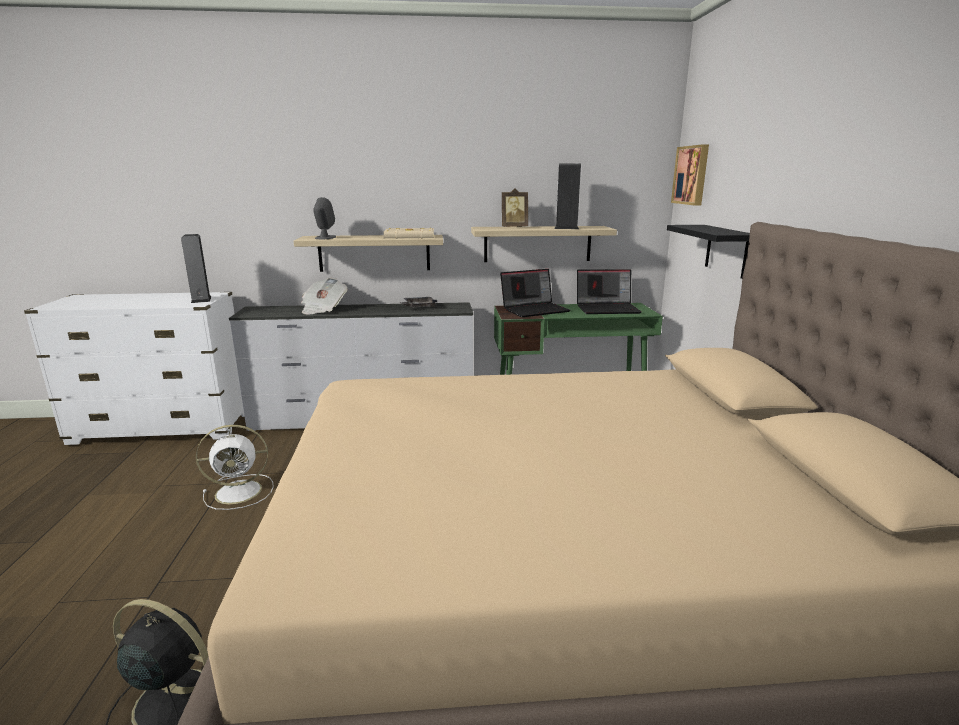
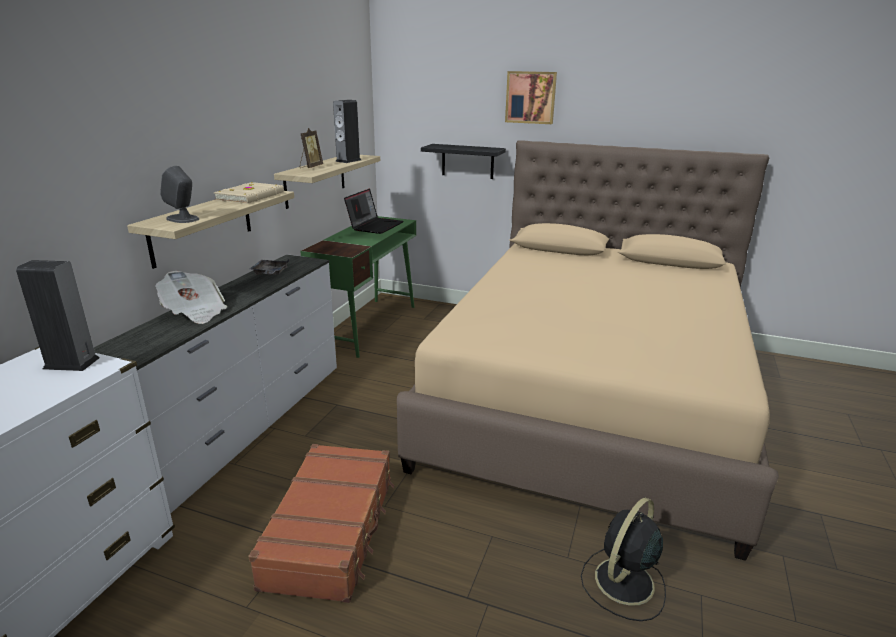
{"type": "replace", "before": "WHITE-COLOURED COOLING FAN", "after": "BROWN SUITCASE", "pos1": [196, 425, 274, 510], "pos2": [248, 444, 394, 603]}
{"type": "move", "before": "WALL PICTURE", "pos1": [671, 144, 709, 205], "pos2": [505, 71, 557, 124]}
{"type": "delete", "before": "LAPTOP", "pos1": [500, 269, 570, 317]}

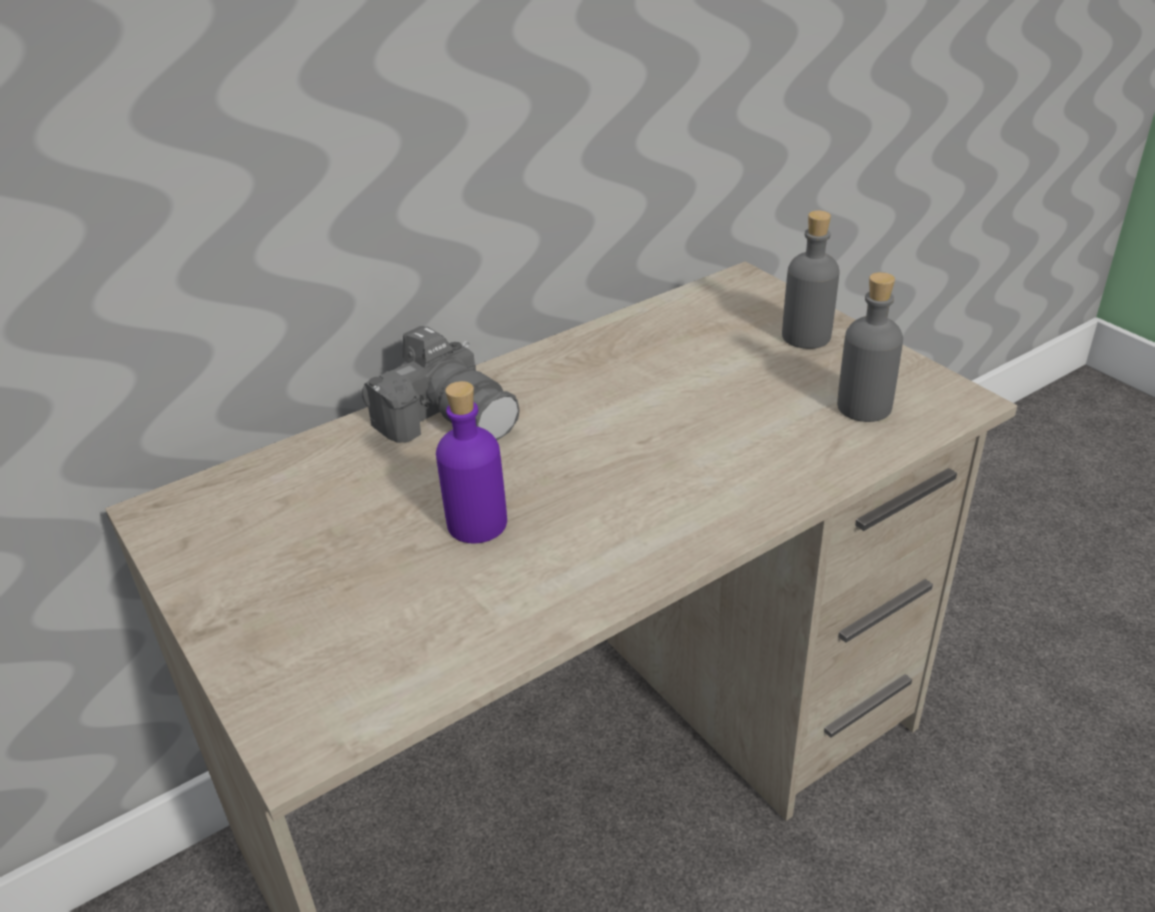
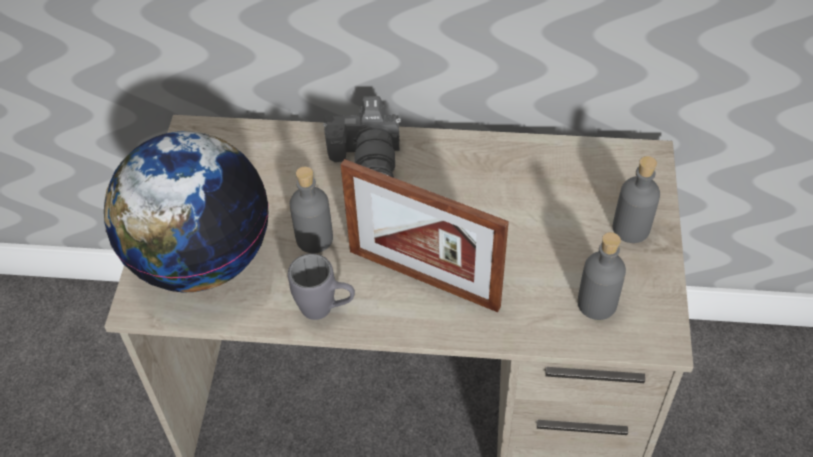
{"type": "insert", "after": "WORLD GLOBE", "pos2": [104, 131, 269, 293]}
{"type": "insert", "after": "GREY COFFEE MUG", "pos2": [288, 254, 355, 320]}
{"type": "recolor", "before": "PURPLISH BEVERAGE BOTTLE", "after": "GREY BEVERAGE BOTTLE", "pos1": [436, 381, 507, 543], "pos2": [290, 166, 333, 253]}
{"type": "insert", "after": "PHOTO FRAME", "pos2": [341, 159, 509, 312]}

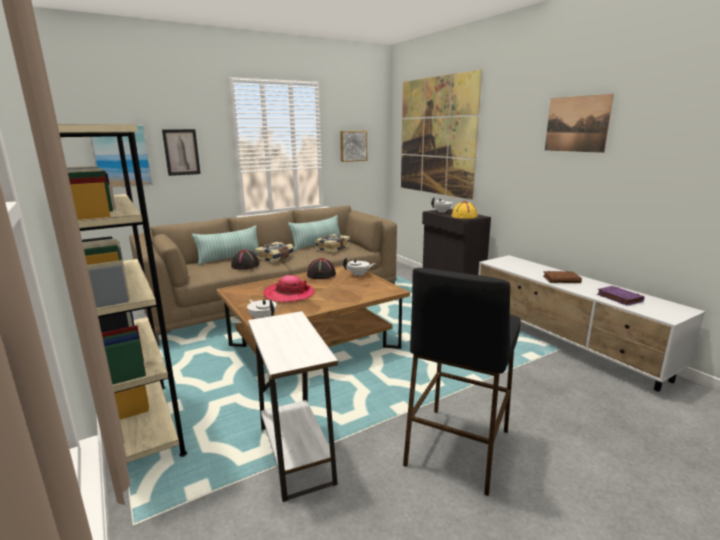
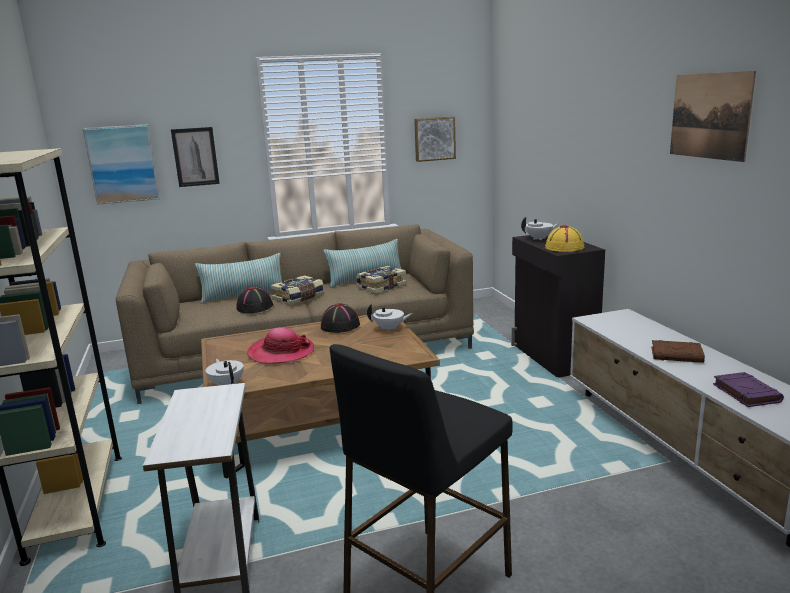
{"type": "delete", "before": "WALL PICTURE", "pos1": [401, 69, 482, 200]}

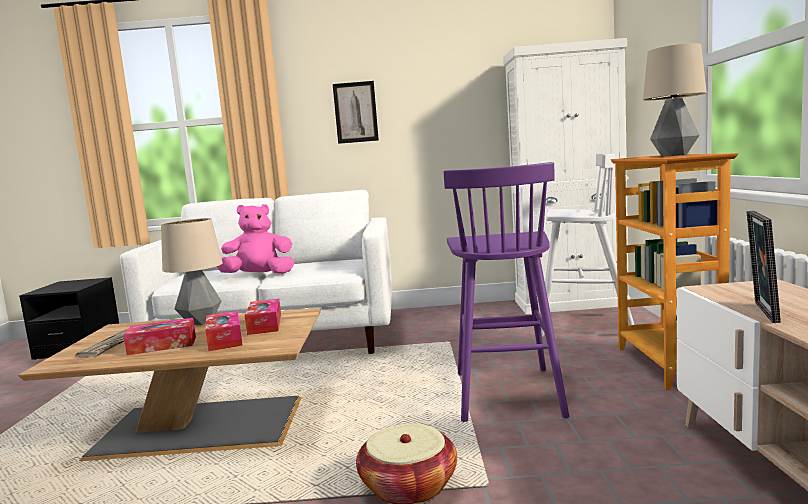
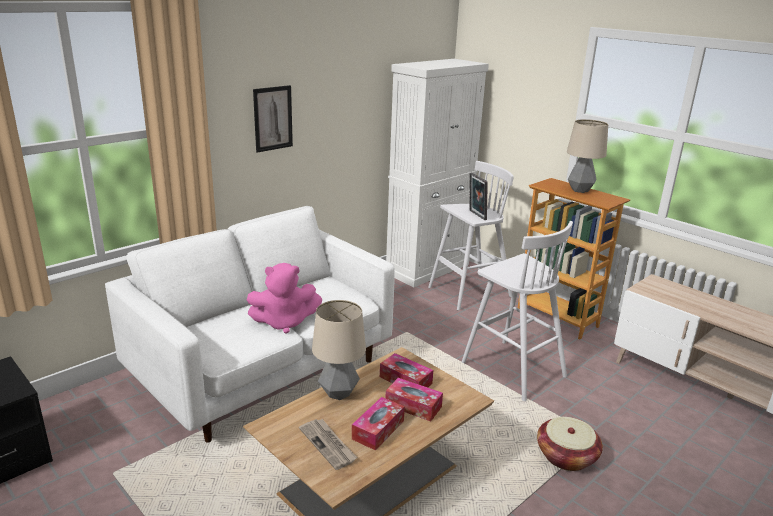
{"type": "rotate", "before": "PINKISH PLUSH TOY", "pos1": [216, 204, 294, 274], "pos2": [247, 263, 322, 334], "turn": -135}
{"type": "recolor", "before": "PURPLISH SITTING STOOL", "after": "WHITE-COLOURED SITTING STOOL", "pos1": [444, 162, 569, 422], "pos2": [462, 221, 573, 401]}
{"type": "move", "before": "PHOTO FRAME", "pos1": [747, 211, 781, 323], "pos2": [469, 173, 488, 220]}

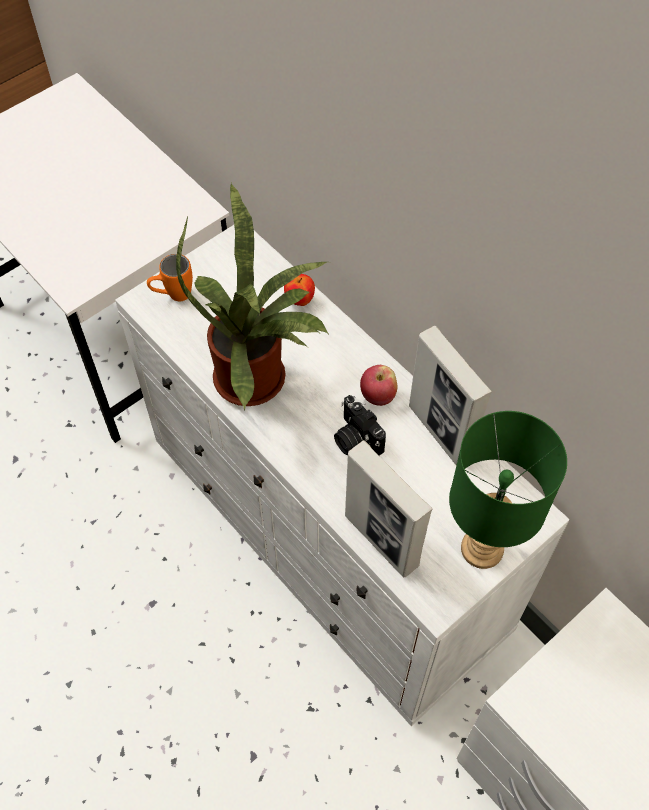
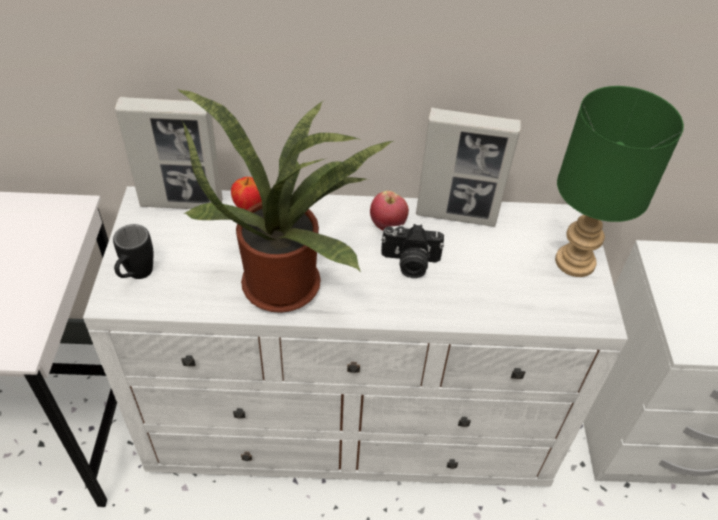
{"type": "recolor", "before": "ORANGE-COLOURED COFFEE MUG", "after": "BLACKISH COFFEE MUG", "pos1": [147, 254, 193, 301], "pos2": [113, 224, 154, 279]}
{"type": "move", "before": "PHOTO FRAME", "pos1": [345, 440, 432, 577], "pos2": [115, 97, 223, 209]}

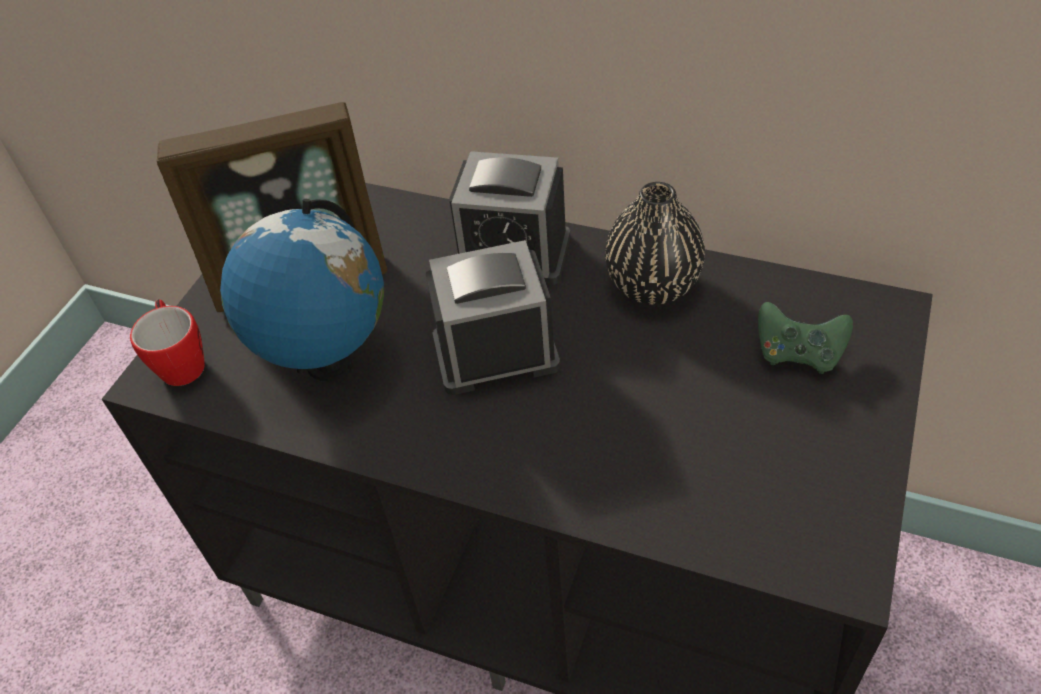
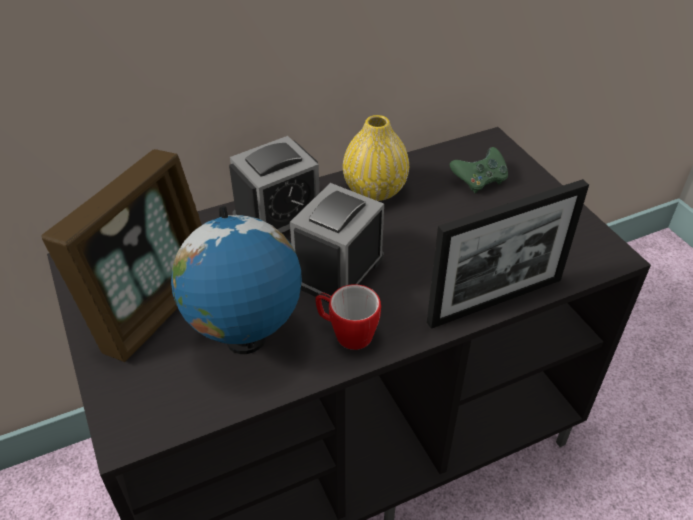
{"type": "move", "before": "COFFEE MUG", "pos1": [130, 299, 205, 386], "pos2": [315, 284, 381, 350]}
{"type": "recolor", "before": "BLACKISH FLOWER VASE", "after": "YELLOWISH FLOWER VASE", "pos1": [605, 182, 705, 305], "pos2": [343, 115, 409, 201]}
{"type": "insert", "after": "PHOTO FRAME", "pos2": [427, 179, 589, 329]}

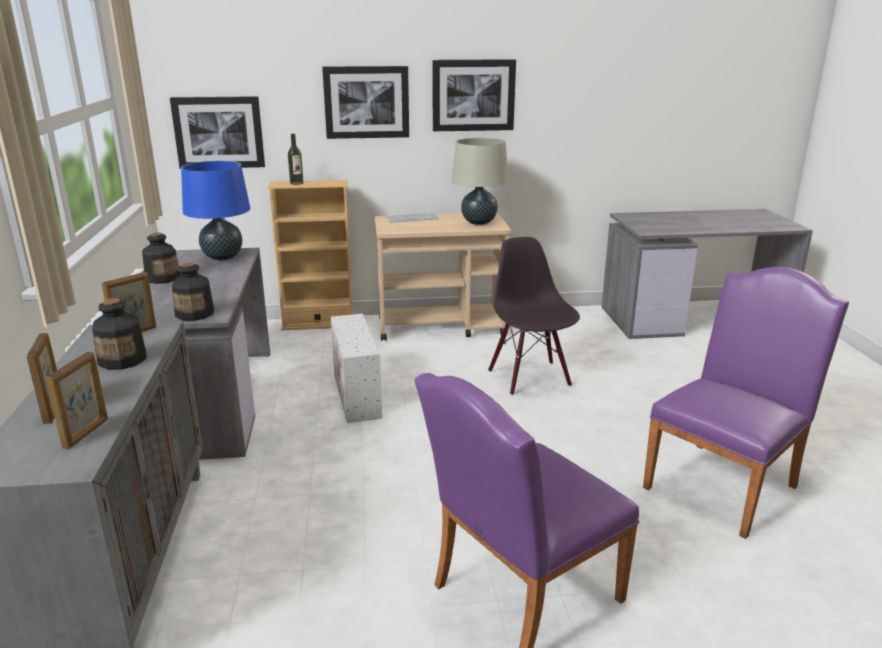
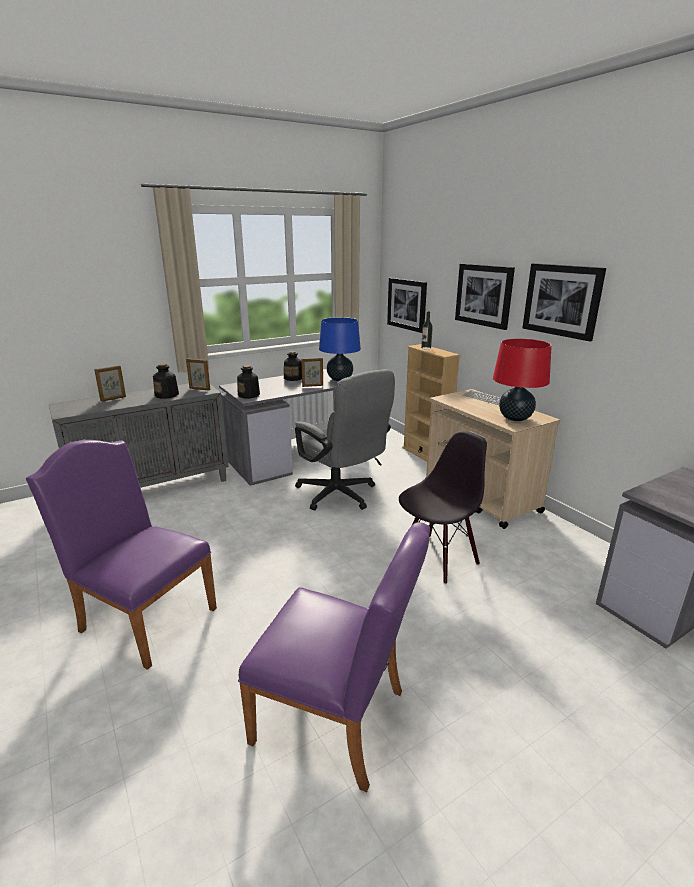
{"type": "replace", "before": "WHITE-COLOURED STORAGE BOX", "after": "GREY DESK CHAIR", "pos1": [331, 314, 382, 423], "pos2": [295, 369, 395, 511]}
{"type": "move", "before": "PHOTO FRAME", "pos1": [46, 352, 108, 449], "pos2": [301, 358, 323, 387]}
{"type": "recolor", "before": "BEIGE-COLOURED TABLETOP LAMP", "after": "REDDISH TABLETOP LAMP", "pos1": [452, 138, 508, 225], "pos2": [493, 338, 552, 421]}

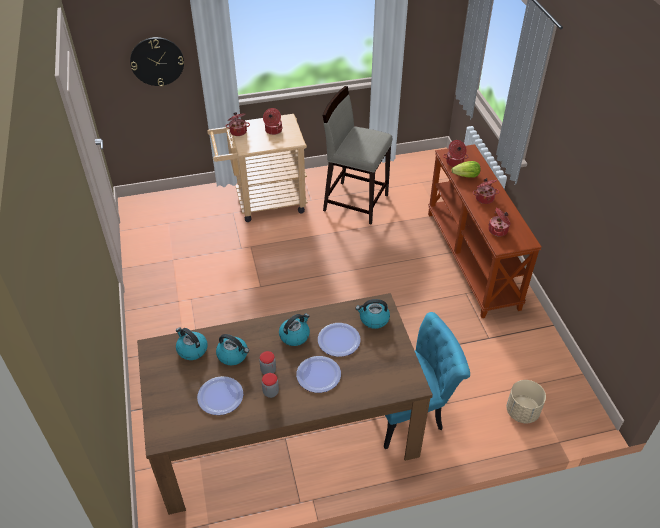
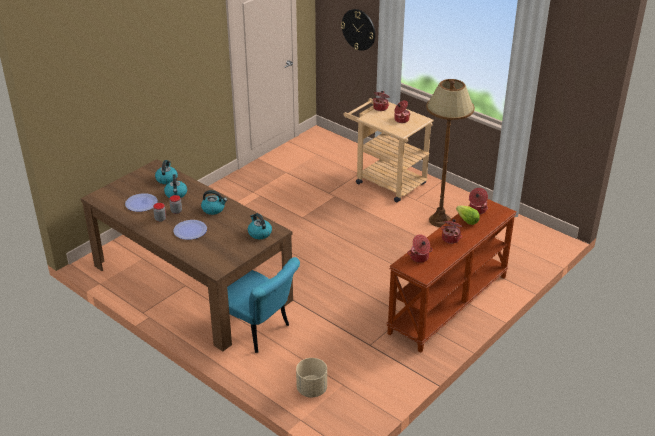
{"type": "replace", "before": "BEIGE-COLOURED SITTING STOOL", "after": "BROWN STANDING LAMP", "pos1": [322, 86, 392, 224], "pos2": [426, 79, 475, 227]}
{"type": "delete", "before": "PLATE", "pos1": [318, 323, 361, 357]}

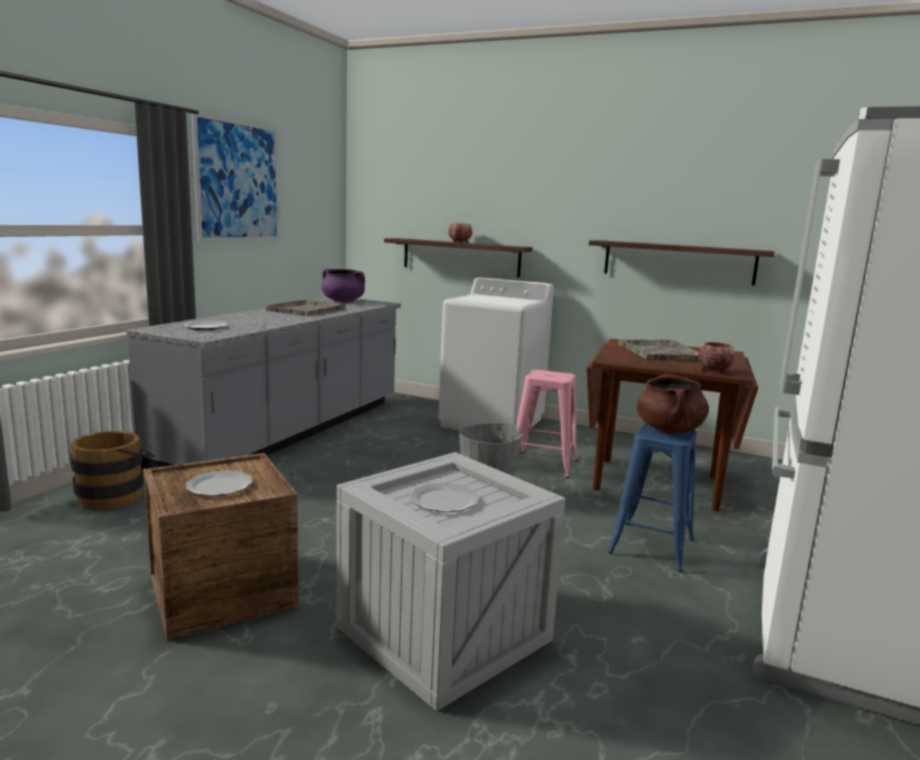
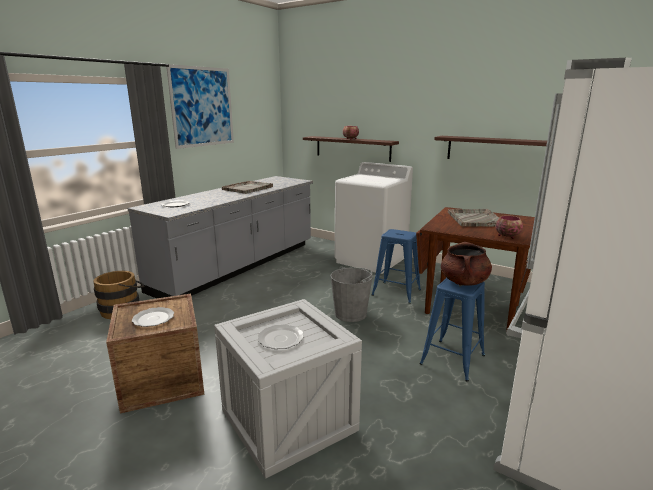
{"type": "recolor", "before": "PINKISH SITTING STOOL", "after": "BLUISH SITTING STOOL", "pos1": [516, 370, 577, 478], "pos2": [372, 229, 421, 304]}
{"type": "delete", "before": "PURPLISH COOKING POT", "pos1": [321, 269, 365, 302]}

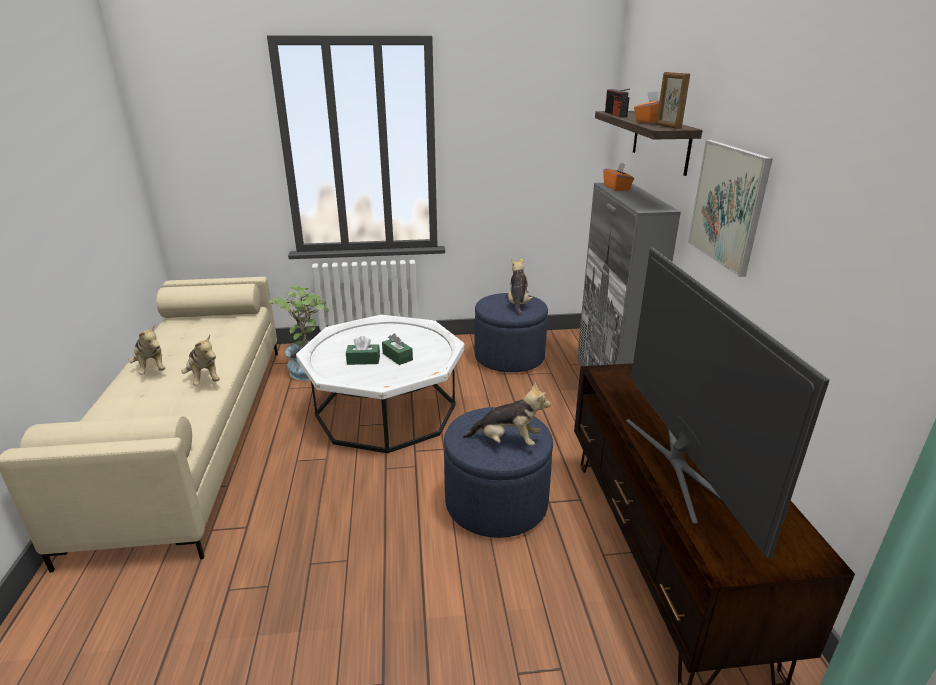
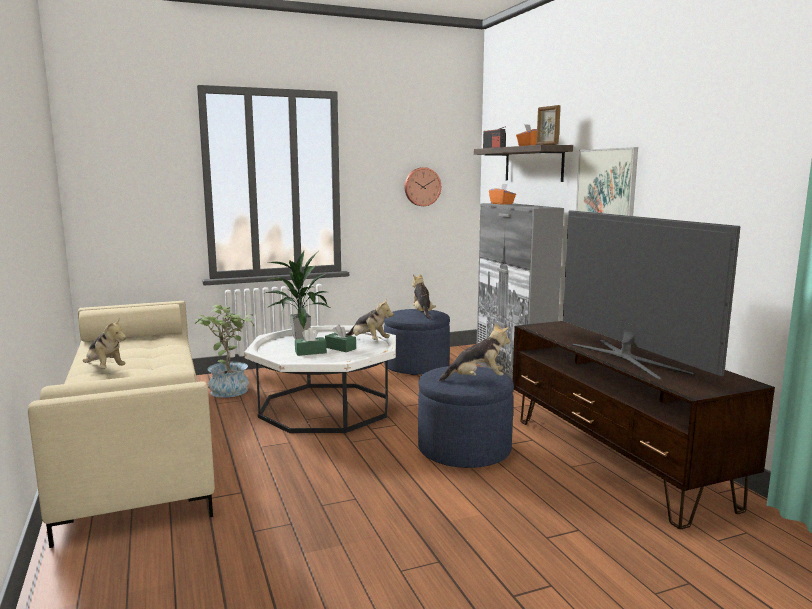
{"type": "insert", "after": "HOUSEPLANT", "pos2": [262, 251, 332, 339]}
{"type": "move", "before": "PLUSH TOY", "pos1": [181, 334, 220, 386], "pos2": [346, 300, 394, 340]}
{"type": "insert", "after": "HANGING CLOCK", "pos2": [405, 167, 441, 206]}

